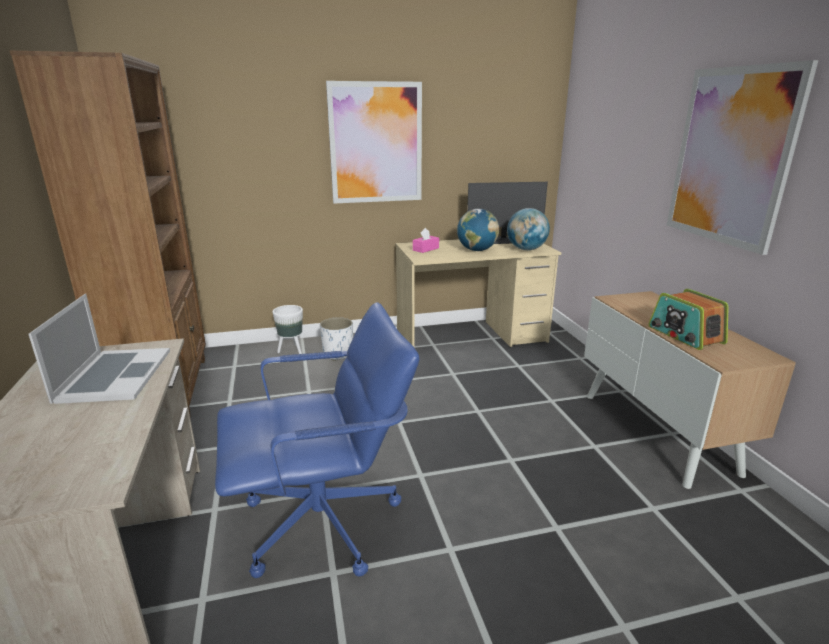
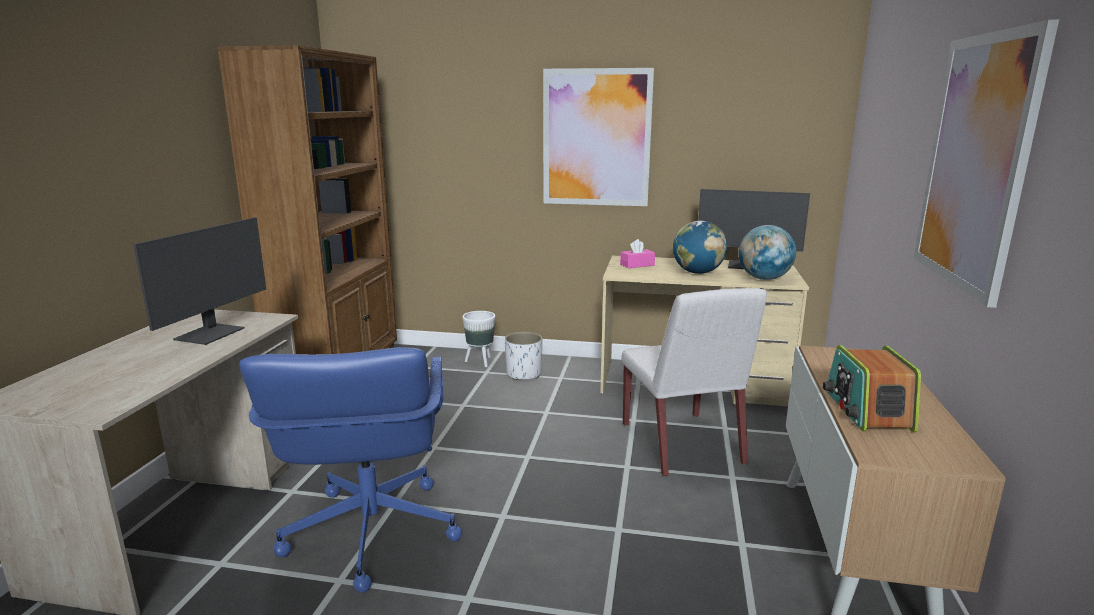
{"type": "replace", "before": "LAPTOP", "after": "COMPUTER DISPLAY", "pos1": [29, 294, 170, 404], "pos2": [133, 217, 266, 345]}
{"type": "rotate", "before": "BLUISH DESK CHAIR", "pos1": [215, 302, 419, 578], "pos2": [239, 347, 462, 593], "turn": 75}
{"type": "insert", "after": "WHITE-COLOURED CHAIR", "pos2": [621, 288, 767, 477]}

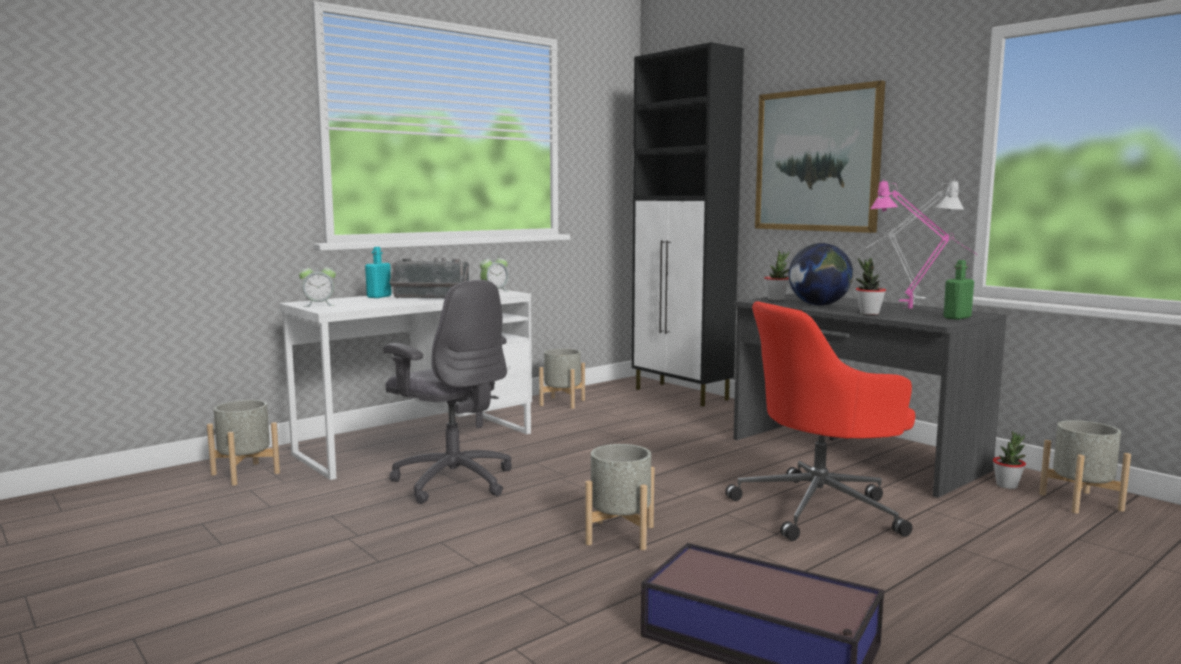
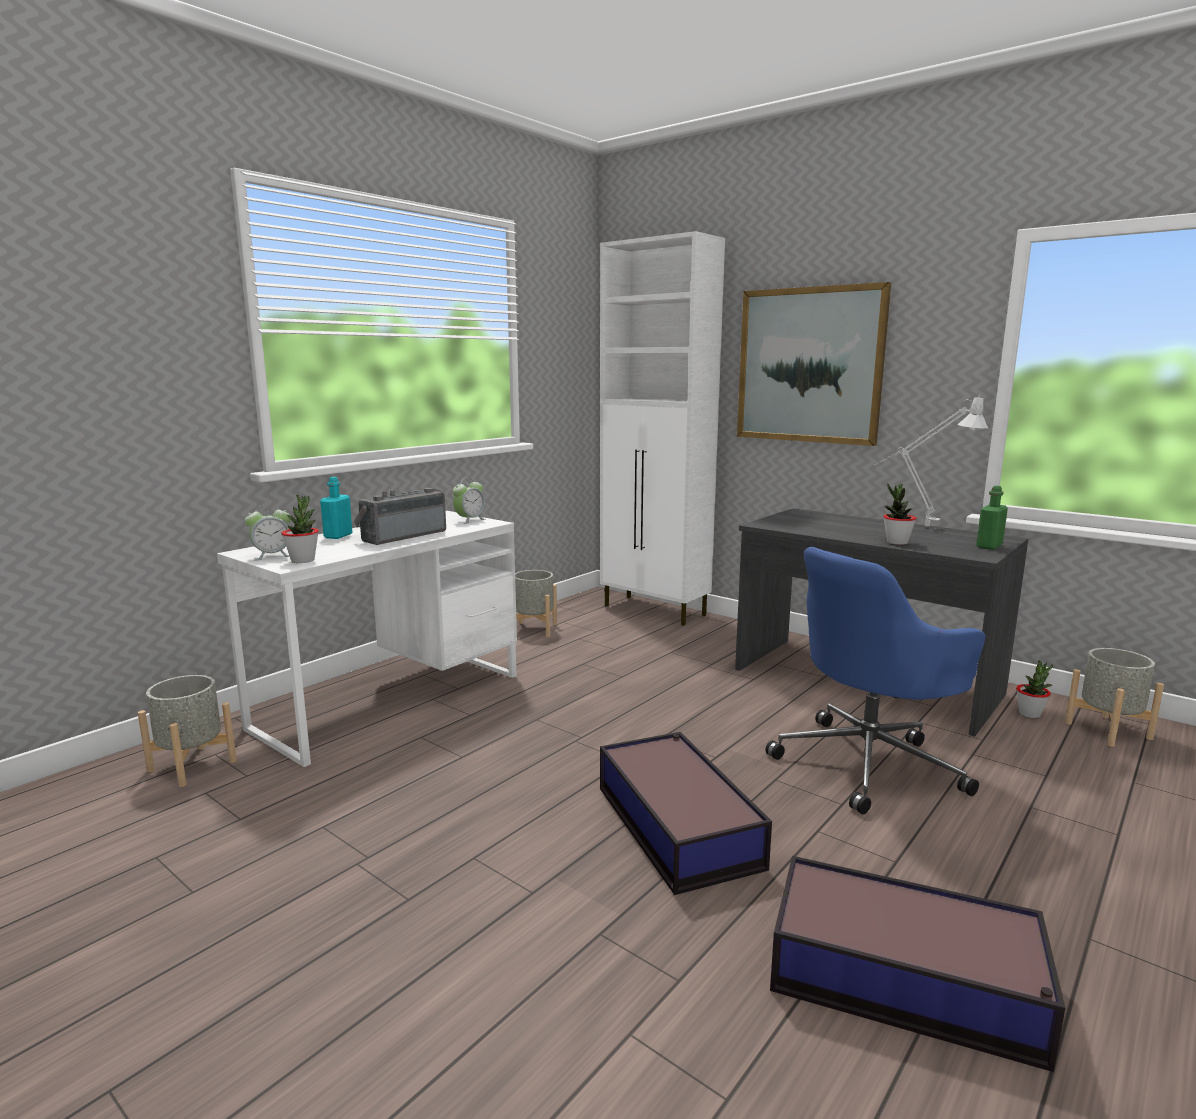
{"type": "move", "before": "HOUSEPLANT", "pos1": [764, 251, 789, 300], "pos2": [281, 494, 319, 563]}
{"type": "rotate", "before": "RADIO", "pos1": [389, 258, 469, 298], "pos2": [354, 488, 446, 545], "turn": 135}
{"type": "recolor", "before": "BLACKISH CABINET", "after": "WHITE-COLOURED CABINET", "pos1": [632, 42, 744, 406], "pos2": [600, 231, 725, 626]}
{"type": "replace", "before": "GREY PLANT POT", "after": "STORAGE BOX", "pos1": [585, 444, 654, 550], "pos2": [600, 732, 772, 895]}
{"type": "recolor", "before": "REDDISH DESK CHAIR", "after": "BLUISH DESK CHAIR", "pos1": [725, 301, 915, 541], "pos2": [765, 547, 985, 814]}
{"type": "delete", "before": "GREY DESK CHAIR", "pos1": [383, 280, 512, 504]}
{"type": "delete", "before": "WORLD GLOBE", "pos1": [788, 243, 853, 305]}
{"type": "delete", "before": "PINKISH TABLETOP LAMP", "pos1": [870, 179, 978, 309]}

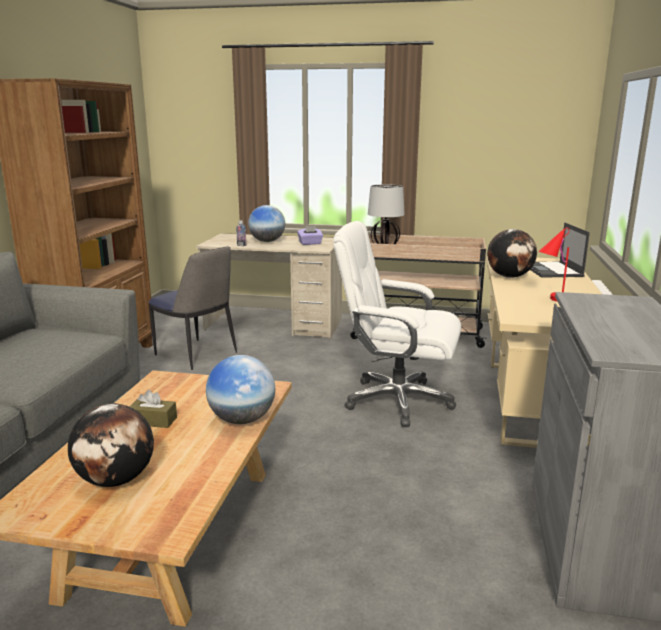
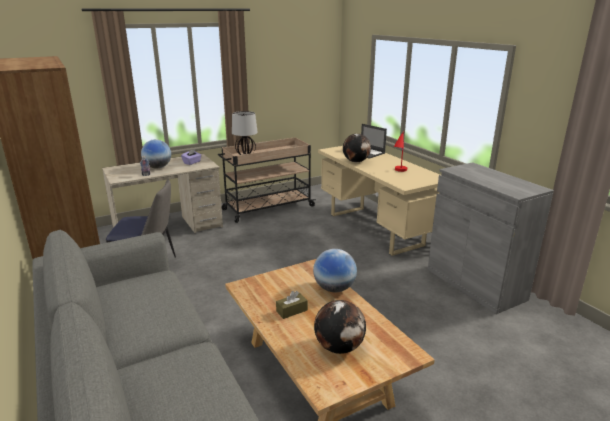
{"type": "delete", "before": "WHITE-COLOURED DESK CHAIR", "pos1": [333, 221, 461, 427]}

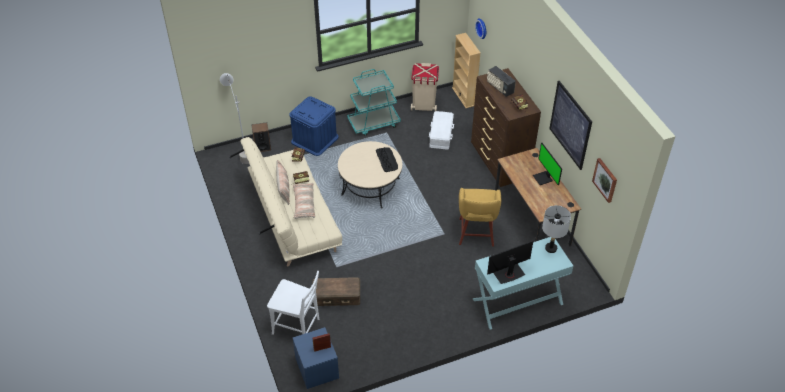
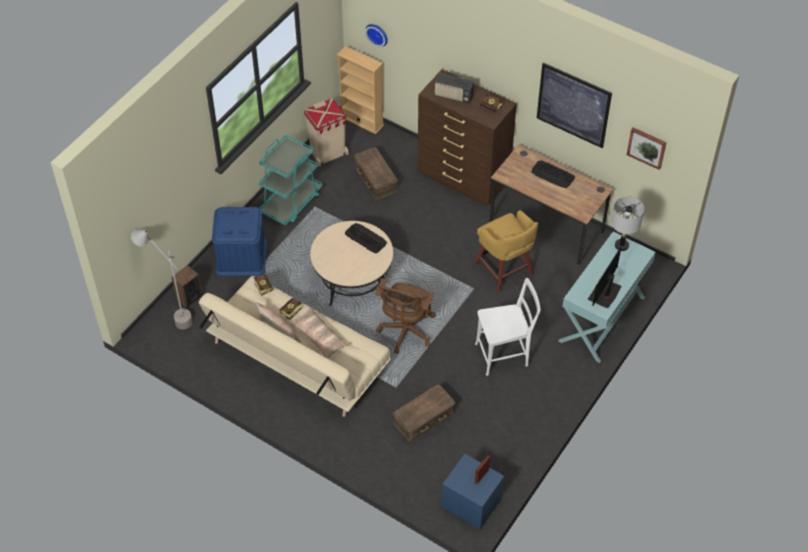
{"type": "recolor", "before": "WHITE-COLOURED STORAGE BOX", "after": "BROWN STORAGE BOX", "pos1": [429, 111, 454, 150], "pos2": [354, 147, 398, 200]}
{"type": "insert", "after": "BROWN DESK CHAIR", "pos2": [375, 278, 436, 354]}
{"type": "move", "before": "WHITE-COLOURED CHAIR", "pos1": [267, 271, 319, 335], "pos2": [475, 278, 541, 376]}
{"type": "replace", "before": "COMPUTER DISPLAY", "after": "KEYBOARD", "pos1": [533, 143, 562, 185], "pos2": [532, 160, 575, 188]}

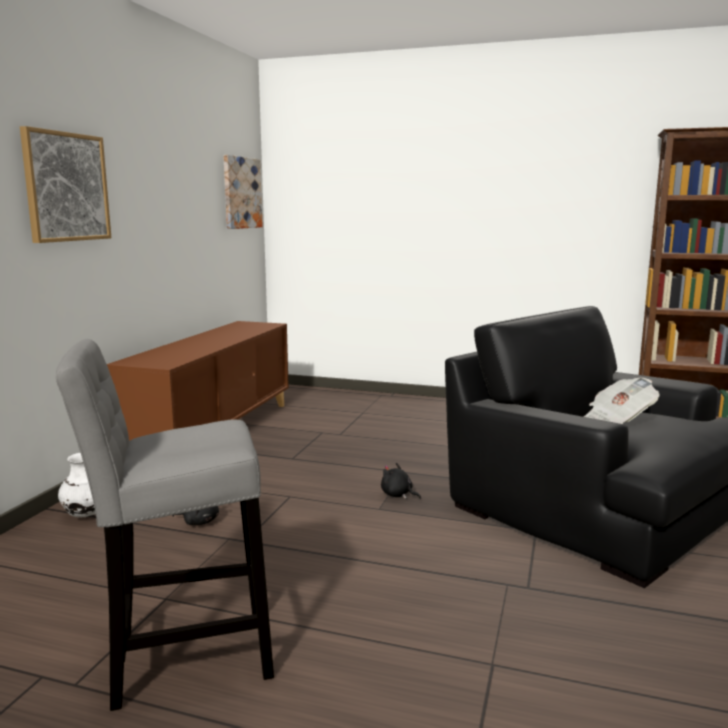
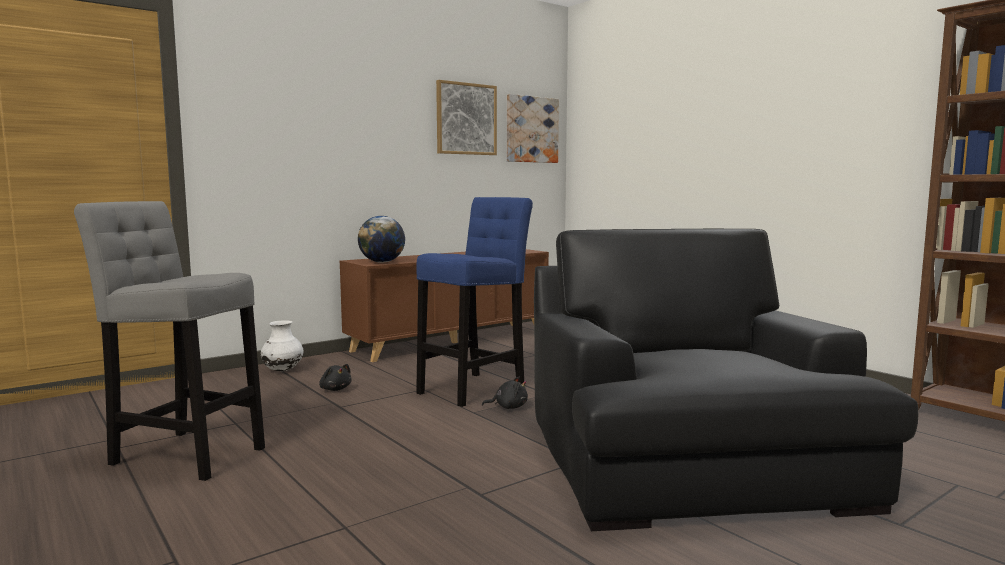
{"type": "insert", "after": "WORLD GLOBE", "pos2": [358, 216, 405, 263]}
{"type": "insert", "after": "BLUISH SITTING STOOL", "pos2": [416, 197, 533, 407]}
{"type": "move", "before": "WALL PICTURE", "pos1": [20, 126, 111, 243], "pos2": [436, 80, 497, 155]}
{"type": "rotate", "before": "BLACKISH PLUSH TOY", "pos1": [381, 462, 421, 499], "pos2": [482, 377, 528, 409], "turn": 105}
{"type": "delete", "before": "DAILY PAPER", "pos1": [584, 378, 660, 424]}

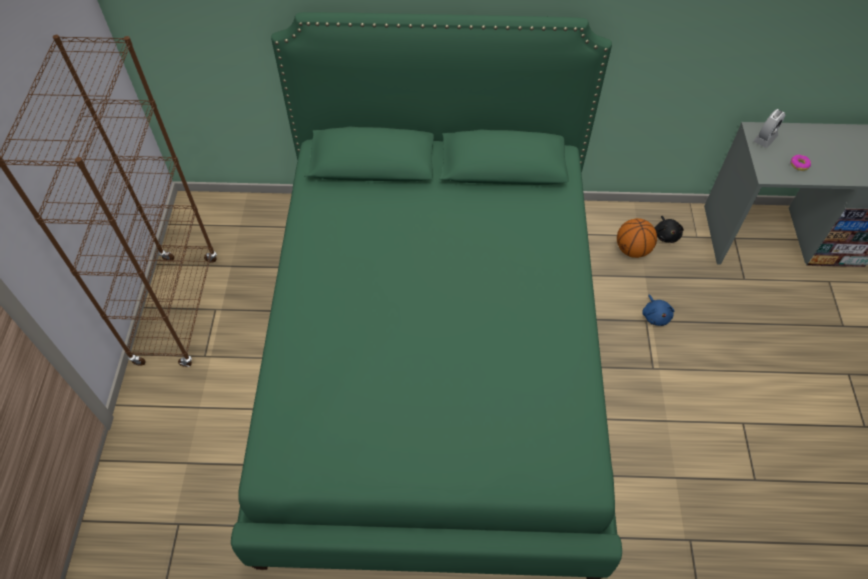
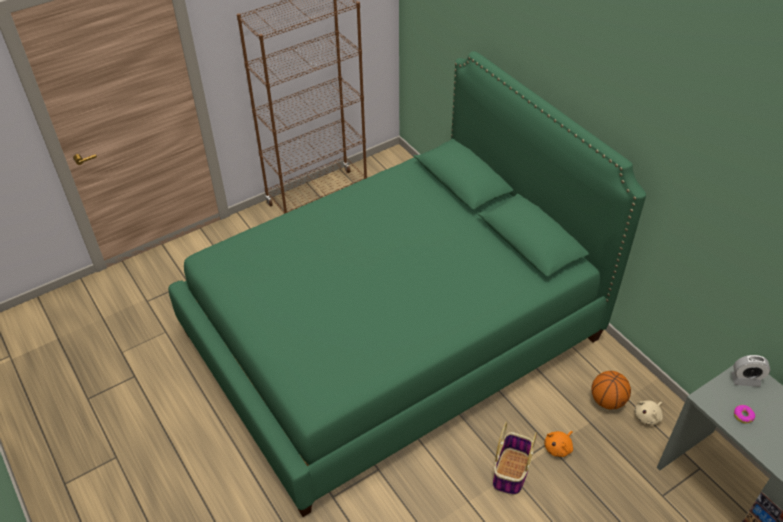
{"type": "insert", "after": "HOUSEHOLD BASKET", "pos2": [493, 422, 537, 495]}
{"type": "recolor", "before": "BLUISH PLUSH TOY", "after": "ORANGE-COLOURED PLUSH TOY", "pos1": [642, 295, 675, 326], "pos2": [544, 431, 573, 457]}
{"type": "recolor", "before": "BLACKISH PLUSH TOY", "after": "BEIGE-COLOURED PLUSH TOY", "pos1": [655, 216, 684, 243], "pos2": [635, 400, 663, 425]}

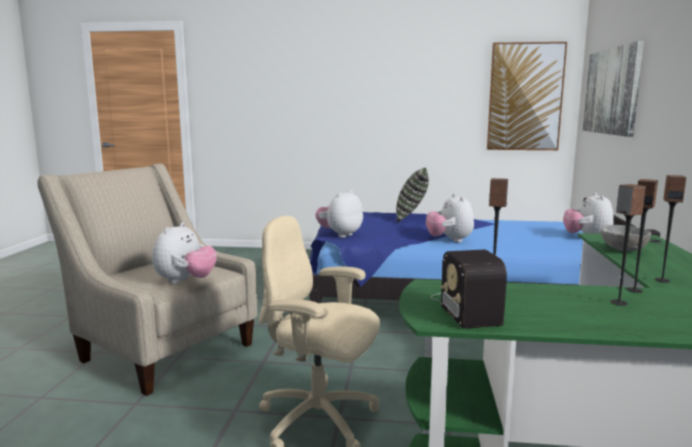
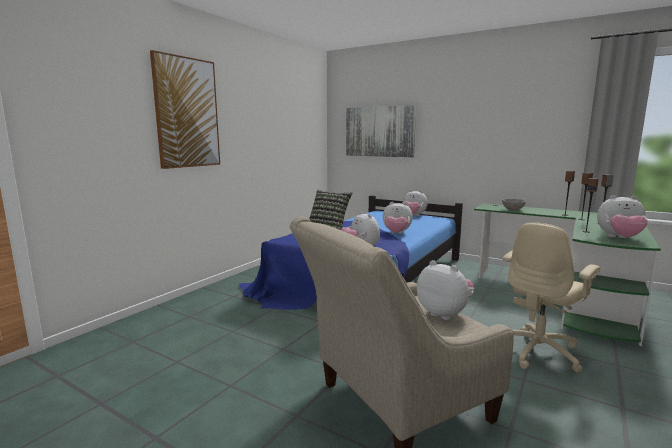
{"type": "move", "before": "WALL PICTURE", "pos1": [487, 42, 567, 150], "pos2": [150, 50, 220, 169]}
{"type": "replace", "before": "RADIO", "after": "PLUSH TOY", "pos1": [431, 249, 507, 329], "pos2": [597, 195, 647, 238]}

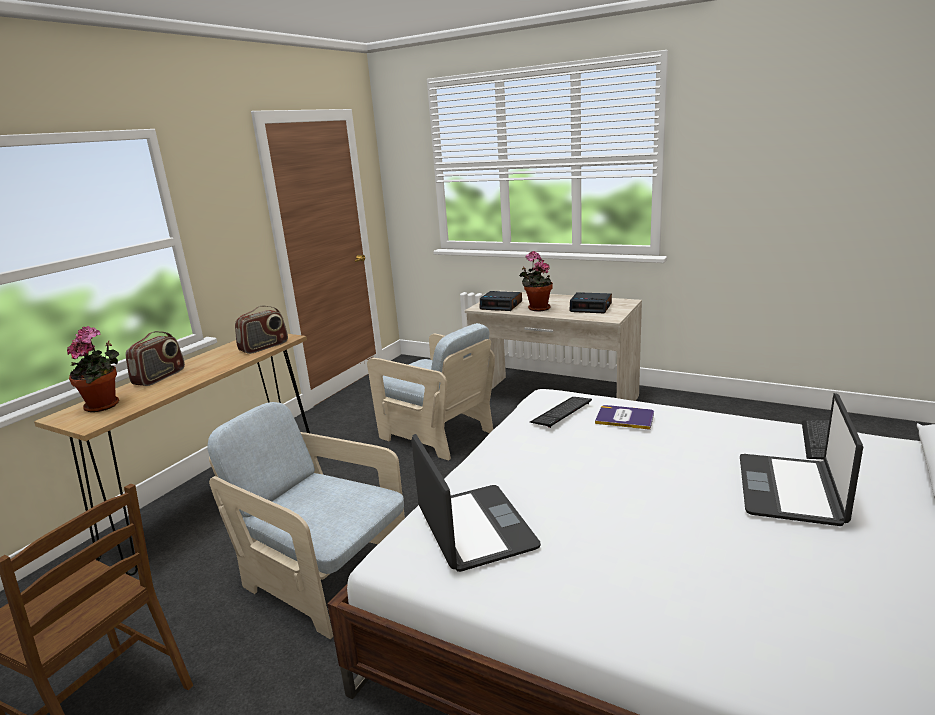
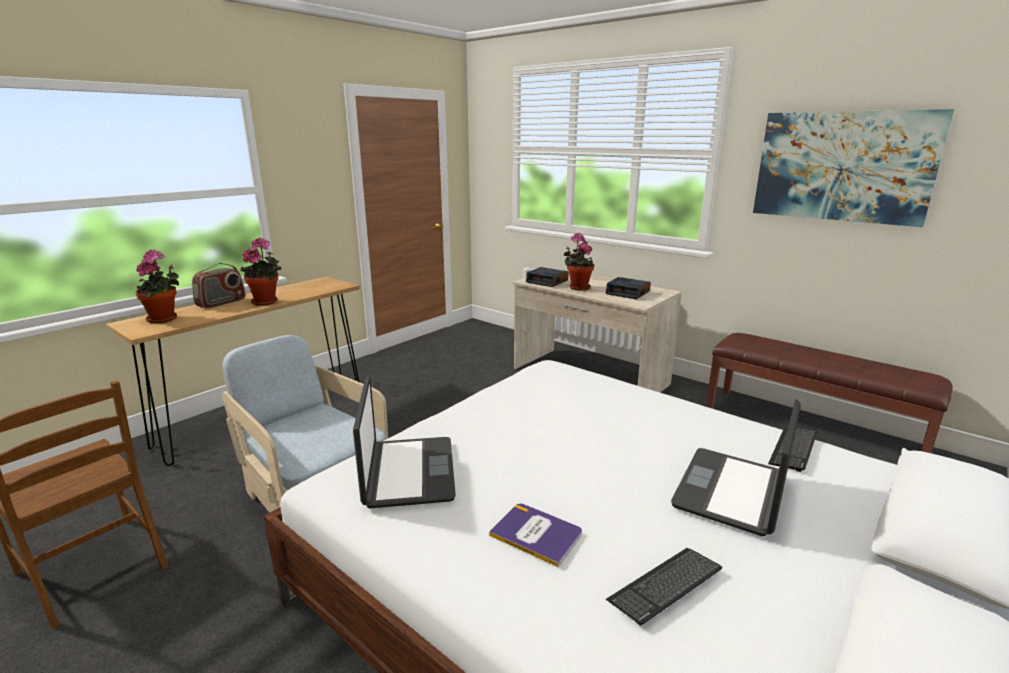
{"type": "insert", "after": "HOUSEPLANT", "pos2": [240, 237, 281, 305]}
{"type": "move", "before": "VOLUME", "pos1": [595, 405, 654, 430], "pos2": [489, 504, 582, 567]}
{"type": "move", "before": "KEYBOARD", "pos1": [530, 397, 592, 428], "pos2": [606, 548, 722, 626]}
{"type": "insert", "after": "BROWN INDOOR BENCH", "pos2": [706, 333, 952, 453]}
{"type": "insert", "after": "WALL PICTURE", "pos2": [753, 109, 954, 227]}
{"type": "delete", "before": "RADIO", "pos1": [235, 306, 288, 354]}
{"type": "delete", "before": "BEIGE-COLOURED LOUNGE CHAIR", "pos1": [367, 323, 495, 460]}

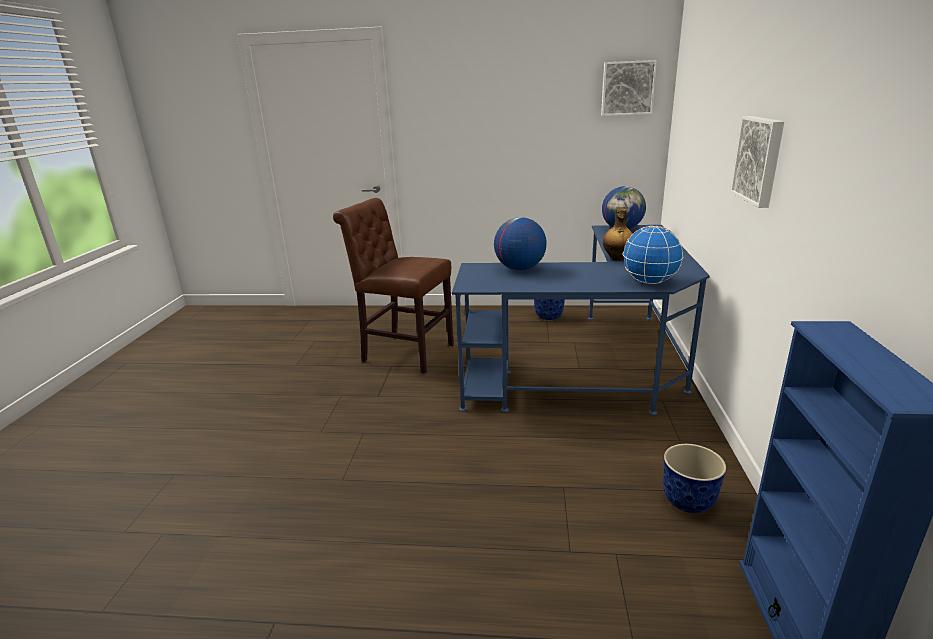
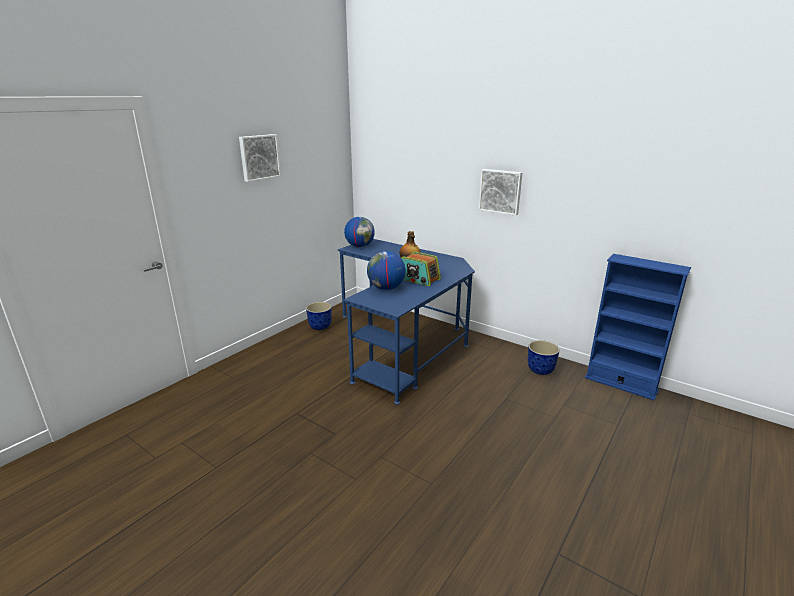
{"type": "move", "before": "WALL PICTURE", "pos1": [601, 60, 657, 116], "pos2": [239, 134, 281, 182]}
{"type": "insert", "after": "RADIO", "pos2": [401, 251, 441, 286]}
{"type": "delete", "before": "BROWN CHAIR", "pos1": [333, 198, 454, 374]}
{"type": "delete", "before": "WORLD GLOBE", "pos1": [623, 226, 683, 284]}

